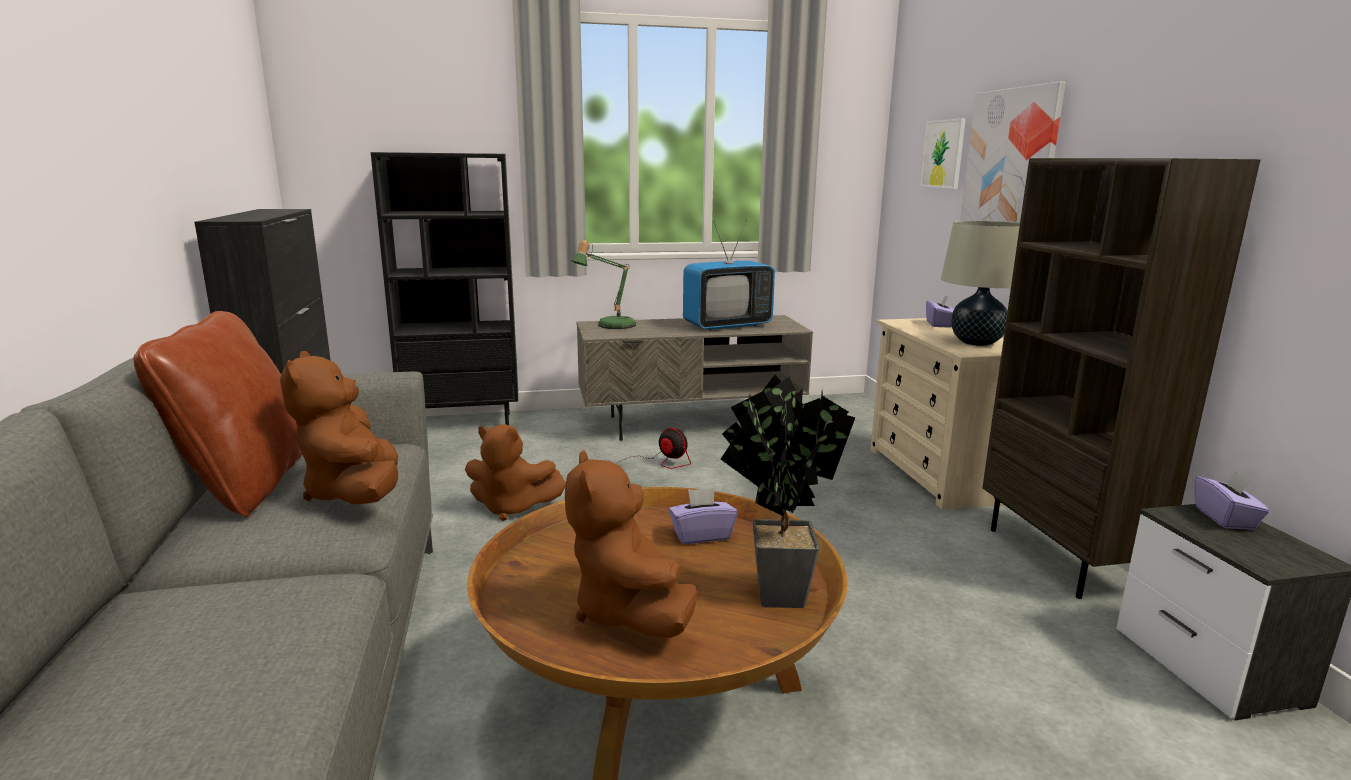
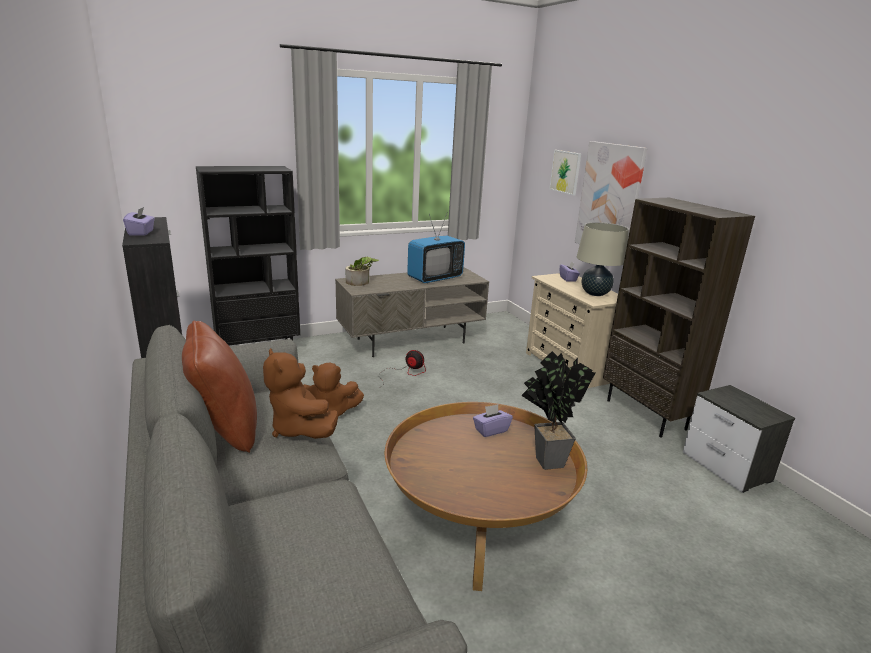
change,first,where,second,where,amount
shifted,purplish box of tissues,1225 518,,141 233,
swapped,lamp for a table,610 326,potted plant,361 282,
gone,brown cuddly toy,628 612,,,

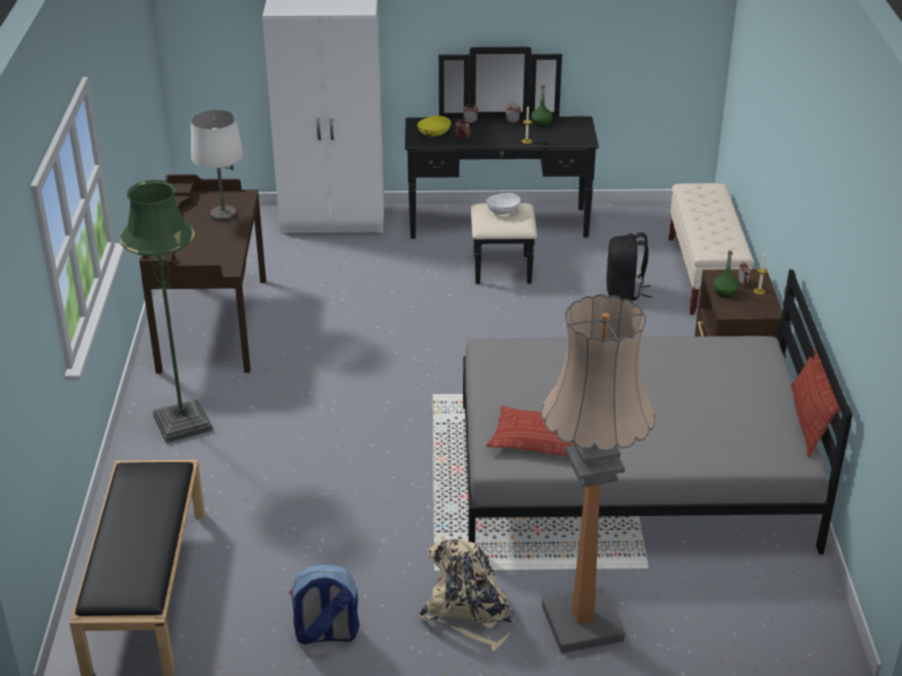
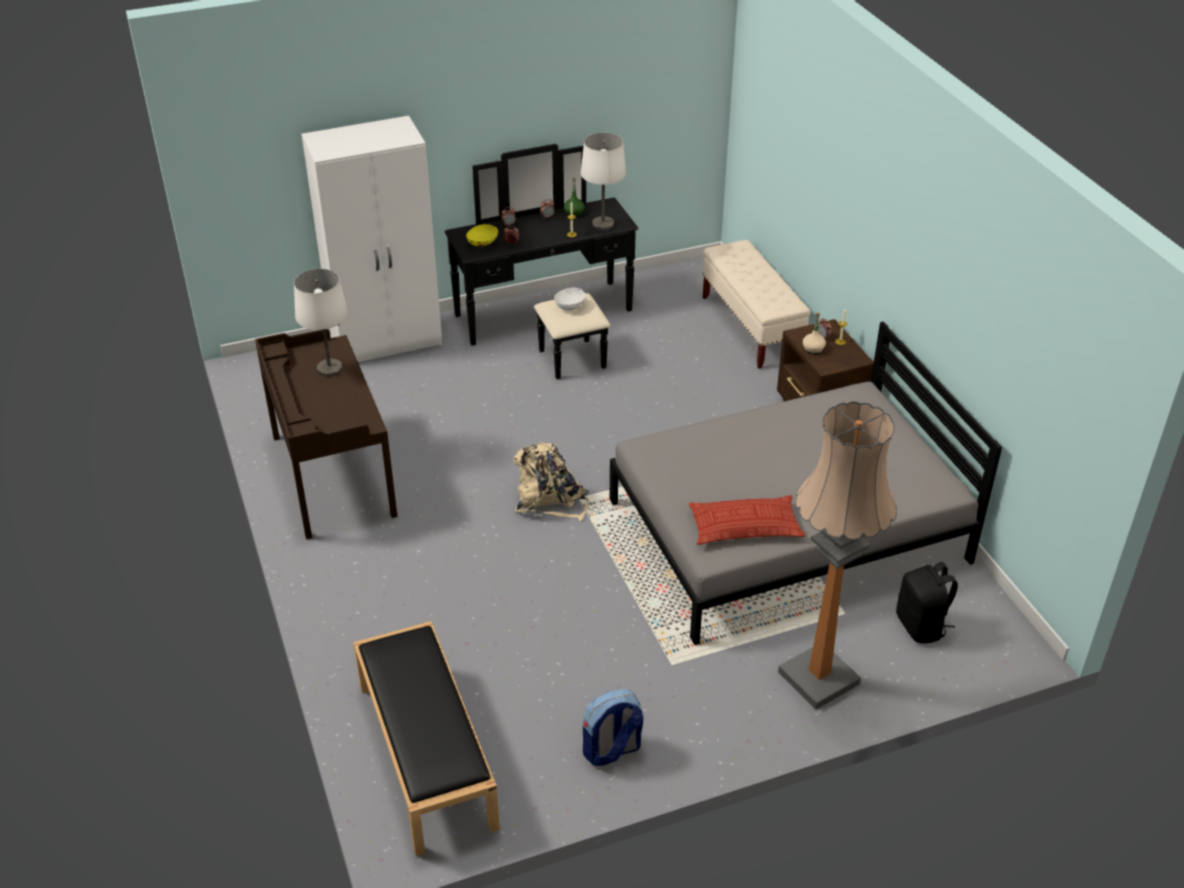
change,first,where,second,where,amount
shifted,beige rucksack,469 612,,550 500,
new,,,whitish lamp for a table,603 224,
repainted,greenish bottle,724 292,beige bottle,813 349,
shifted,blackish rucksack,625 293,,921 626,
gone,greenish floor lamp,183 423,,,
gone,pillow,808 421,,,

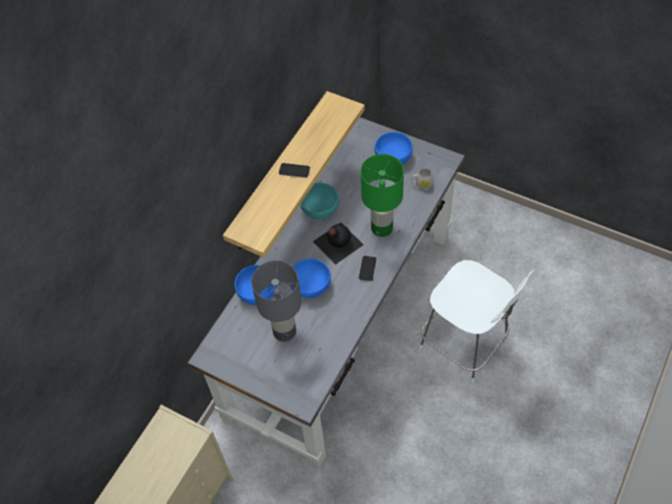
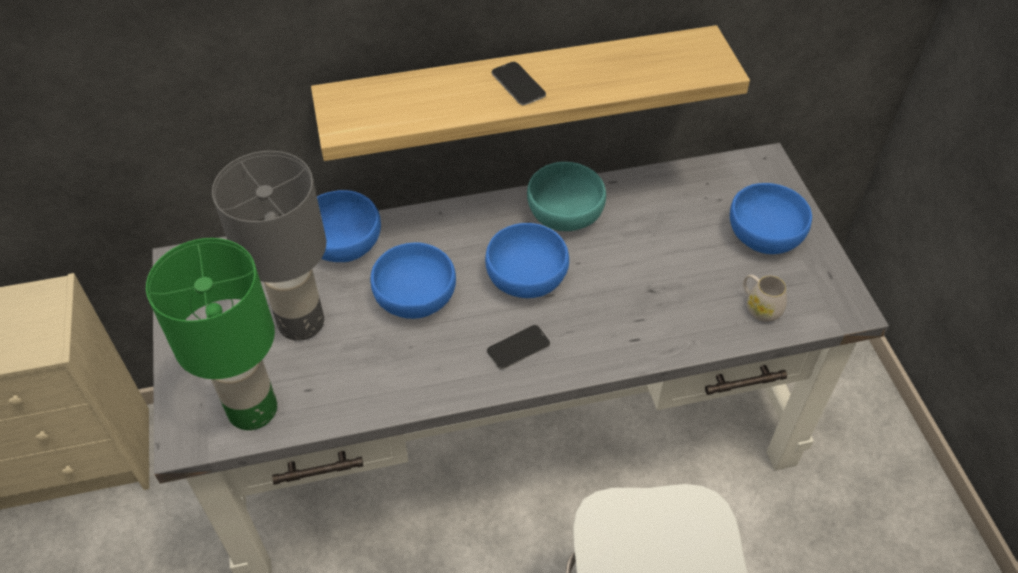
change,first,where,second,where,amount
shifted,greenish lamp for a table,382 229,,252 411,
swapped,blackish bottle,337 243,blue serving bowl,526 276,

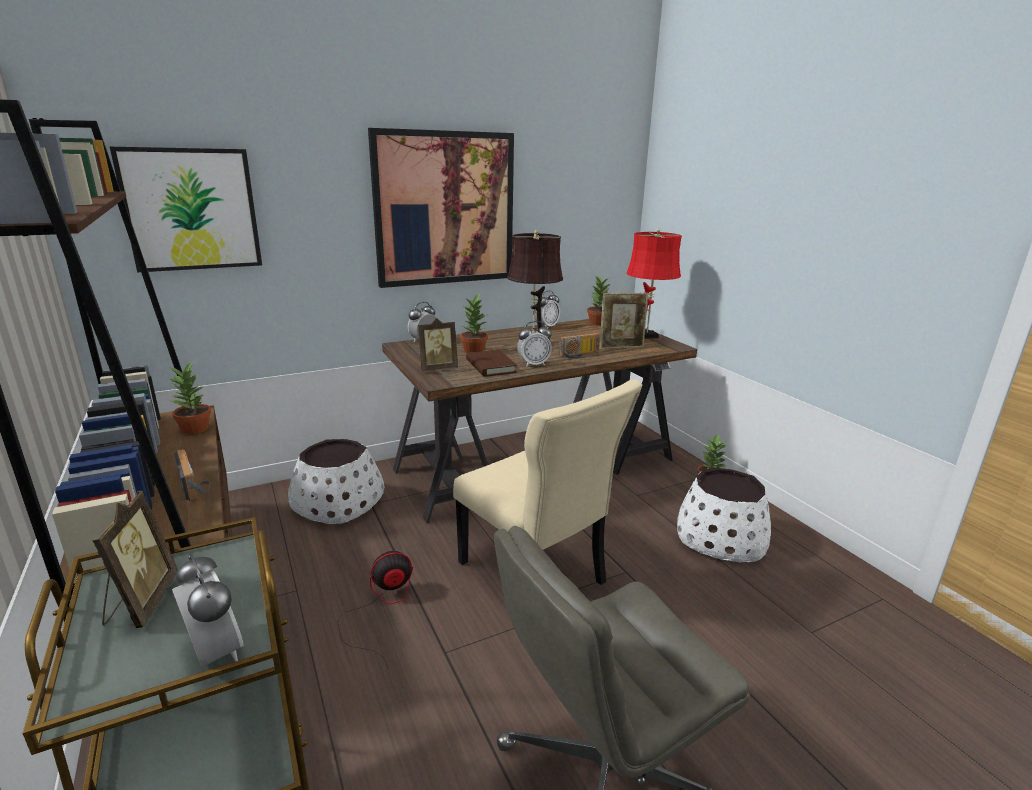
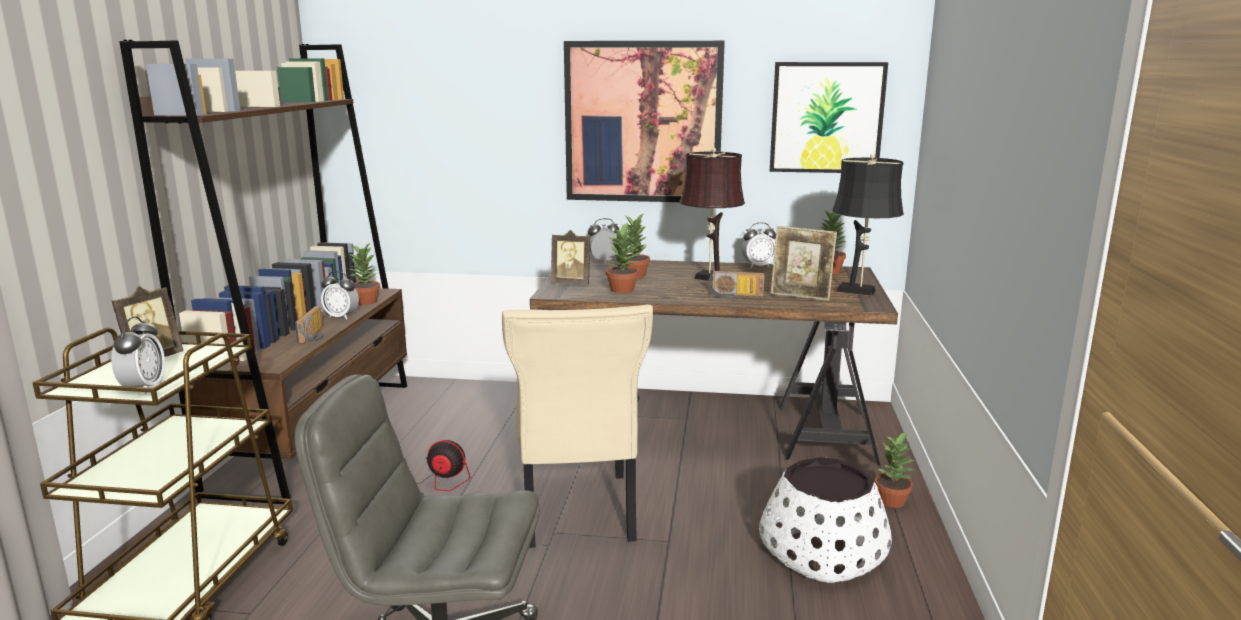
change,first,where,second,where,amount
shifted,table clock,533 364,,341 317,
swapped,brown bound book,490 366,potted plant,623 290,
shifted,wall art,191 209,,826 117,
repainted,reddish lamp for a table,646 336,blackish lamp for a table,860 291,
gone,whitish plant pot,338 504,,,

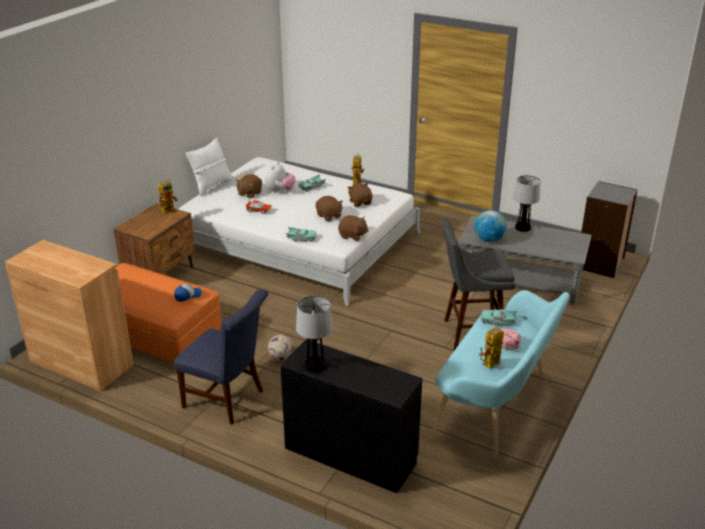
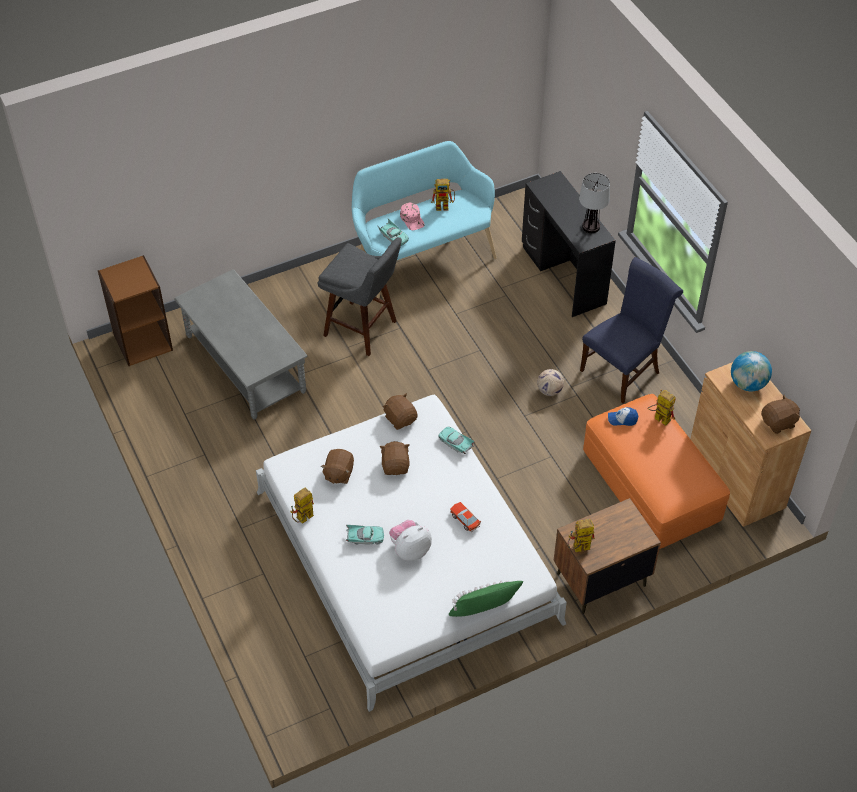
change,first,where,second,where,amount
repainted,gray bookcase,600 264,brown bookcase,143 342,
repainted,whitish pillow,211 186,greenish pillow,484 615,
rotated,blue plain chair,228 400,,623 369,75 degrees clockwise
new,,,model robot,658 418,
shifted,world globe,489 240,,748 384,
shifted,brown cuddly toy,249 193,,778 422,
gone,lamp for a table,522 227,,,

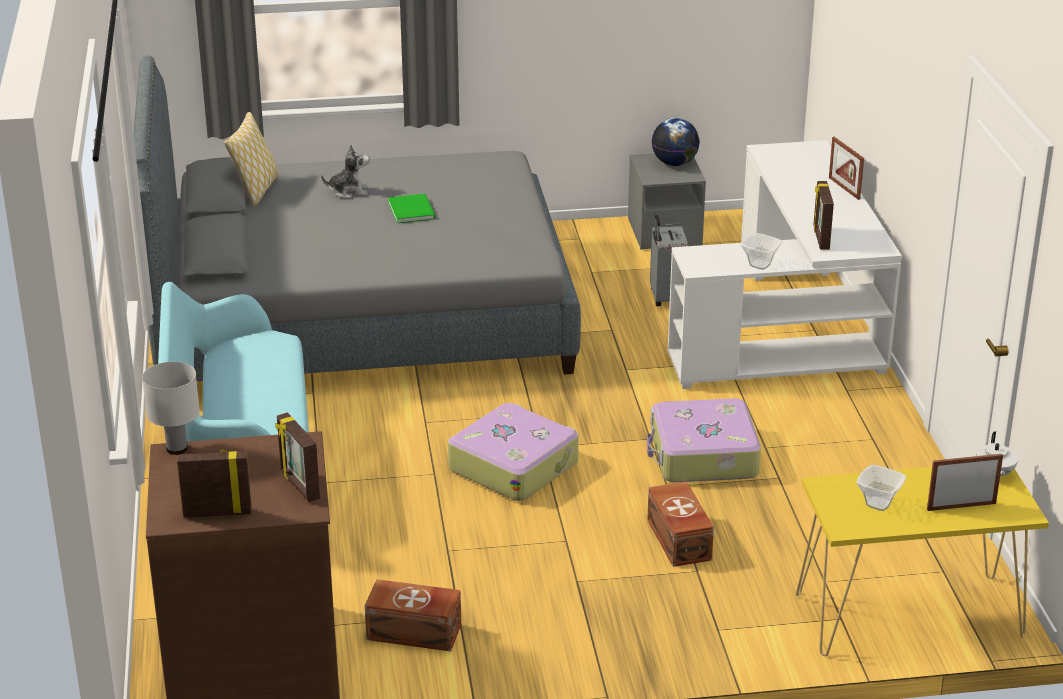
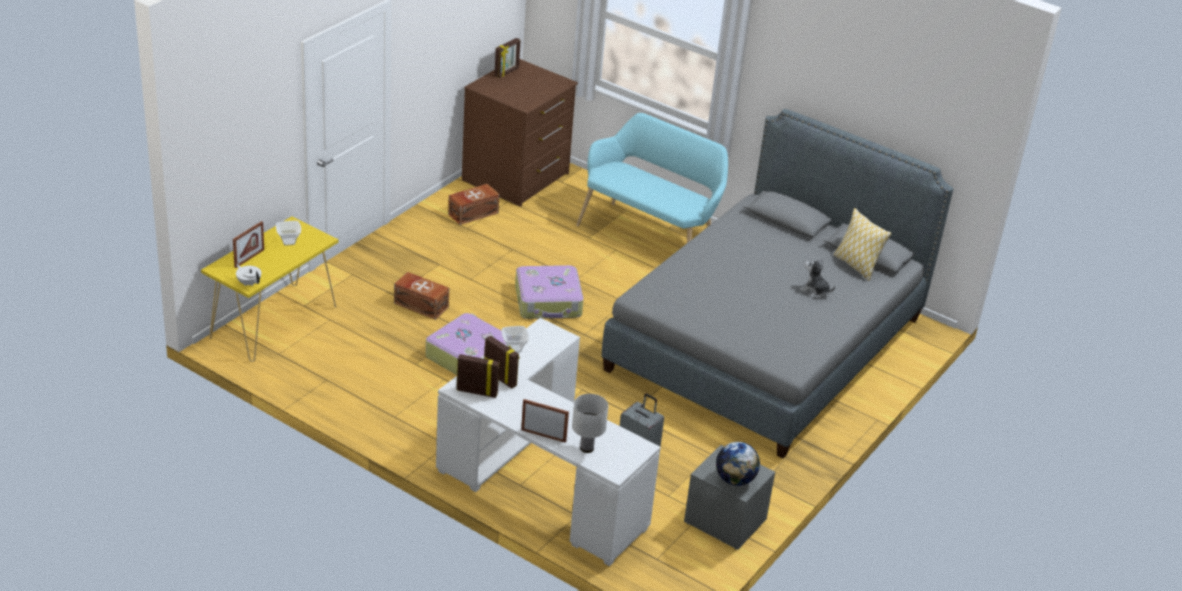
change,first,where,second,where,amount
shifted,standing frame,299 485,,477 392,
shifted,whitish lamp for a table,177 449,,586 448,
rotated,cuddly toy,348 191,,815 291,90 degrees clockwise
gone,greenish bound book,412 209,,,

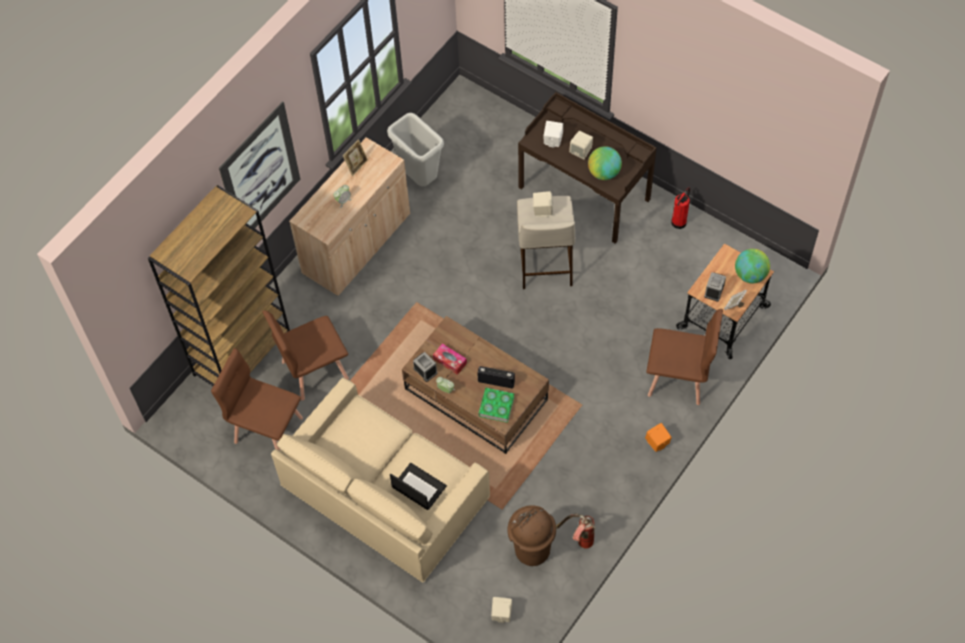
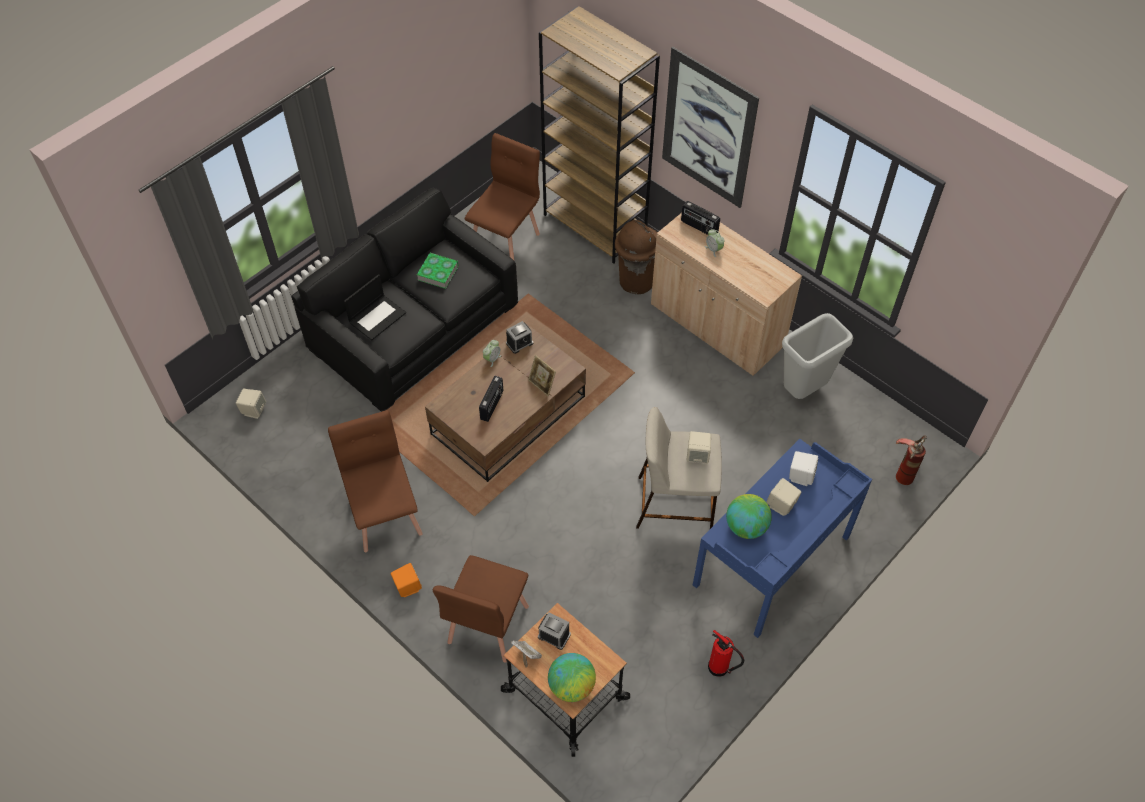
change,first,where,second,where,amount
repainted,beige couch,384 492,blackish couch,413 326,
shifted,brown plain chair,314 370,,386 516,
shifted,bound book,496 406,,438 273,
shifted,standing frame,356 165,,542 385,
shifted,brown trash can,531 550,,636 281,
new,,,radio set,699 227,
repainted,brown desk table,584 192,blue desk table,772 561,
shifted,fire-fighting cylinder,579 540,,904 471,
gone,box of tissues,450 361,,,

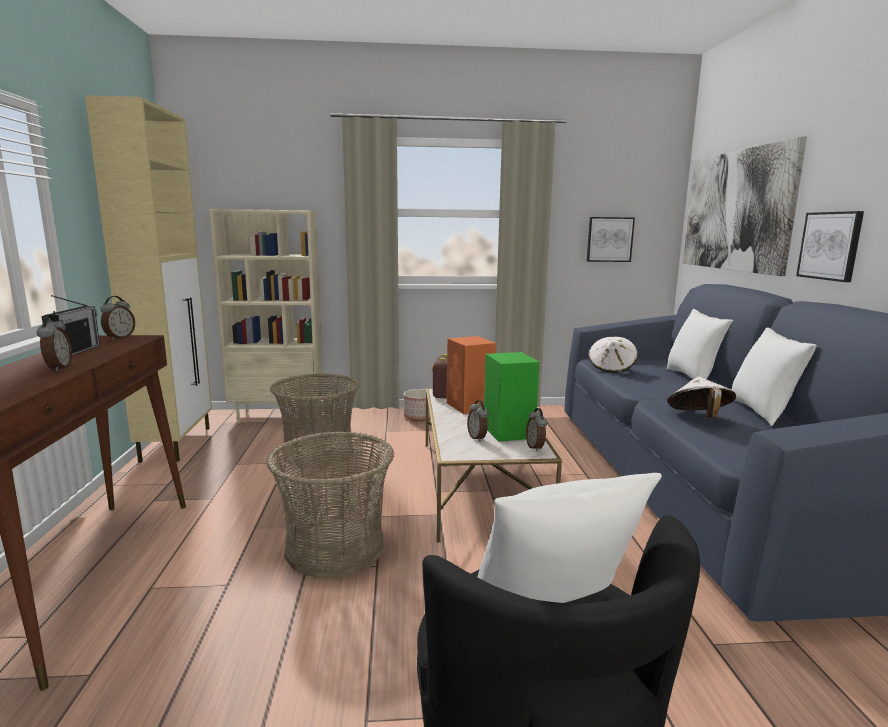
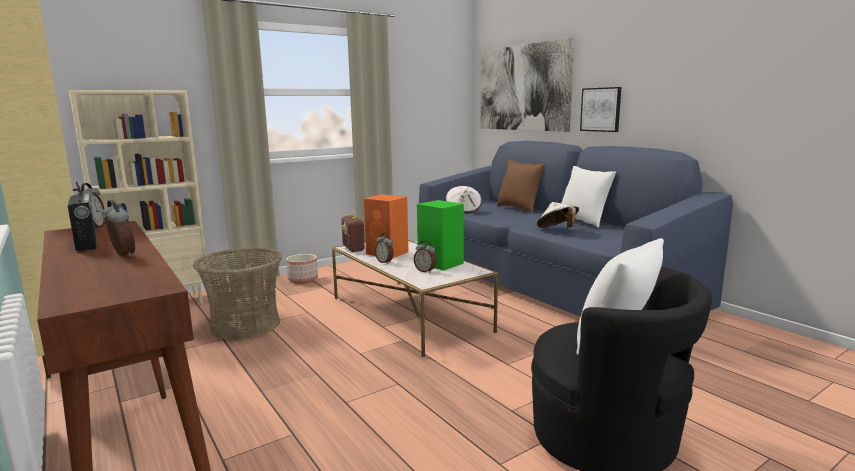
change,first,where,second,where,amount
shifted,table clock,535 447,,385 262,
repainted,whitish pillow,693 377,brown pillow,519 209,
gone,household basket,335 548,,,
gone,wall art,609 239,,,

